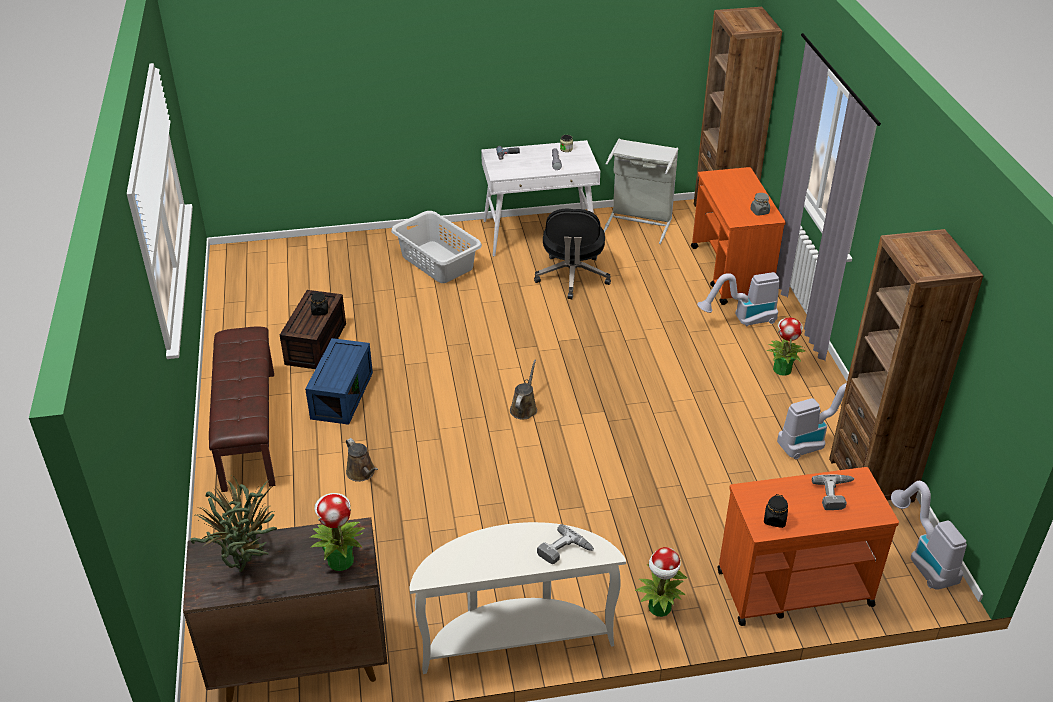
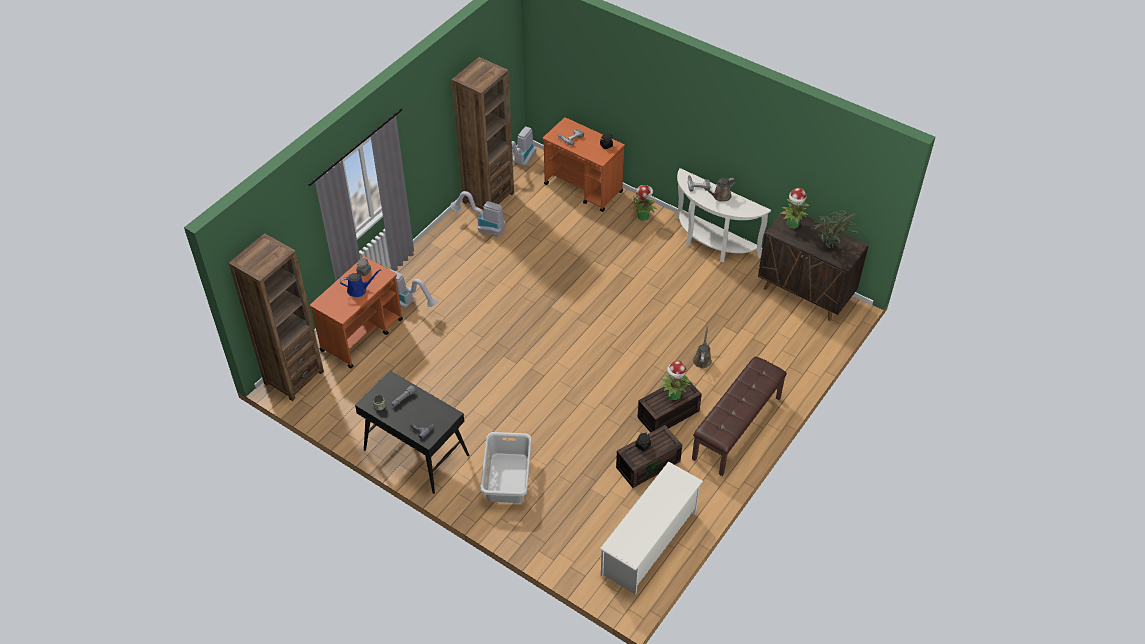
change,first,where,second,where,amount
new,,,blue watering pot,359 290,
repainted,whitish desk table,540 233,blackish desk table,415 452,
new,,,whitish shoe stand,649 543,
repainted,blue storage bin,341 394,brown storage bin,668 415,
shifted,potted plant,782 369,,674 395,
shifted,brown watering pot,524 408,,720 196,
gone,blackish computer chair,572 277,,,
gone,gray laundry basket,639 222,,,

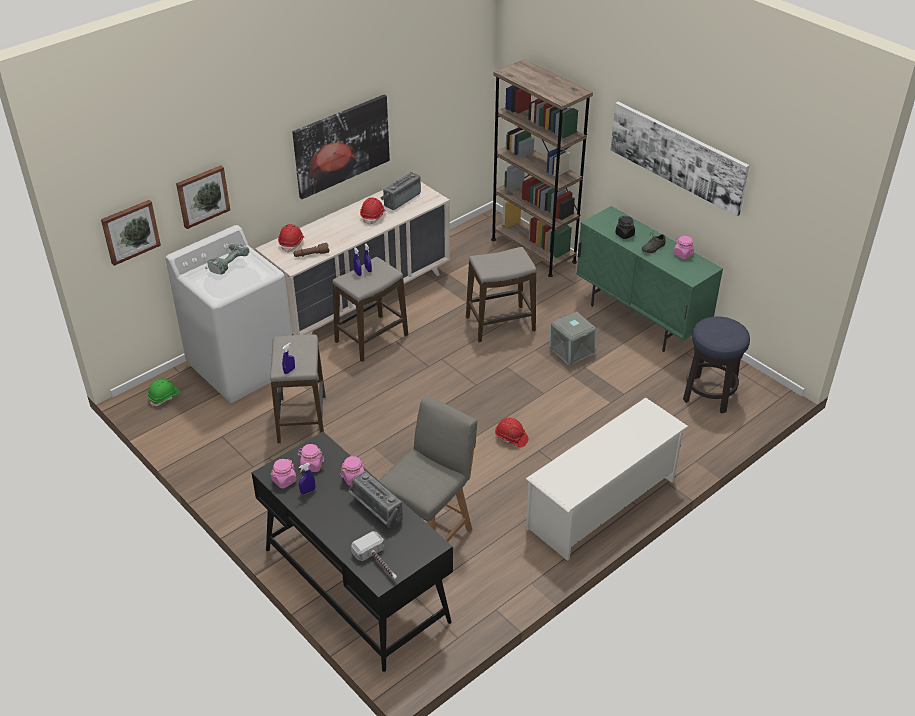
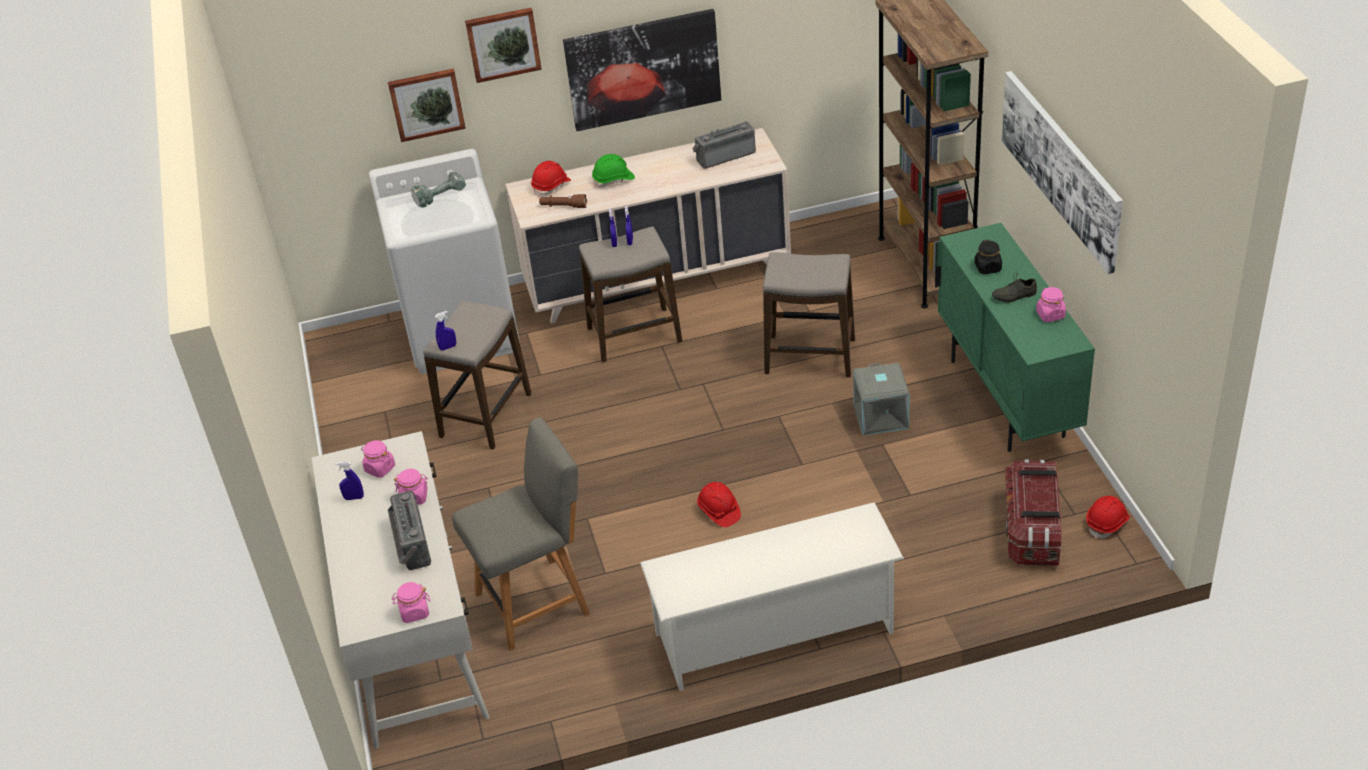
change,first,where,second,where,amount
repainted,blackish desk table,356 584,whitish desk table,413 634,
shifted,pink jar,284 480,,414 612,
shifted,wall art,130 231,,503 44,
shifted,greenish work helmet,164 397,,614 180,
swapped,stool seat,709 395,storage bin,1032 530,
shifted,reddish work helmet,373 216,,1107 523,
gone,hand hammer,379 564,,,

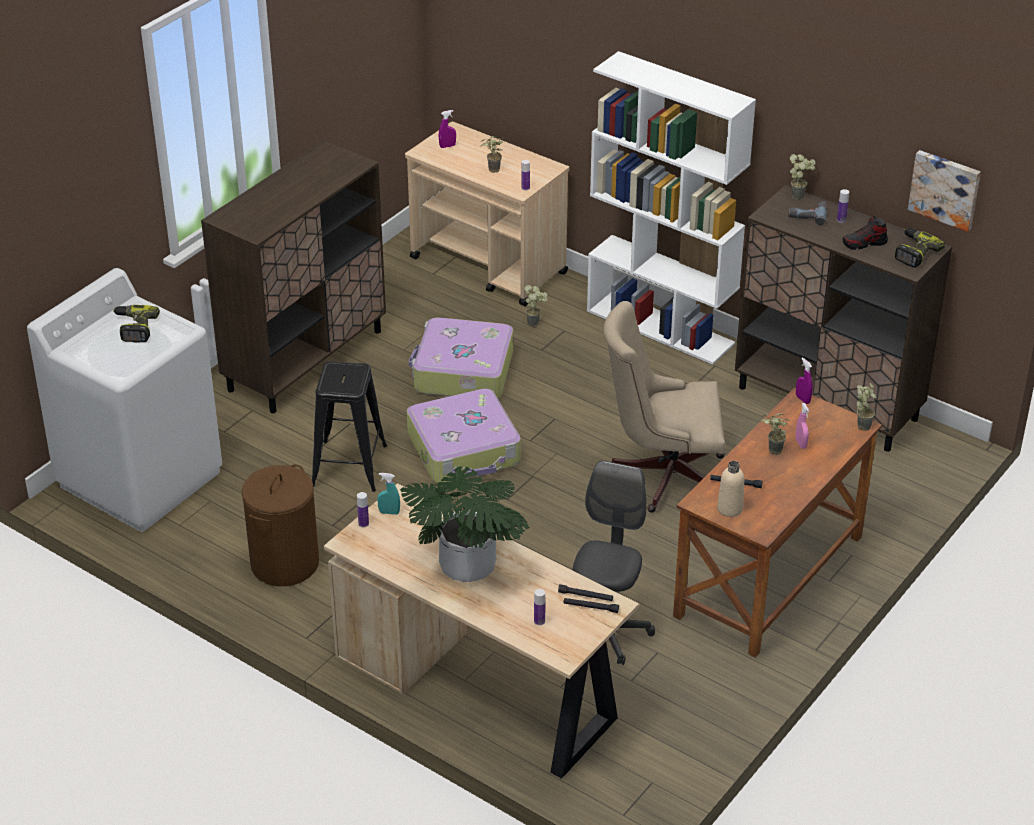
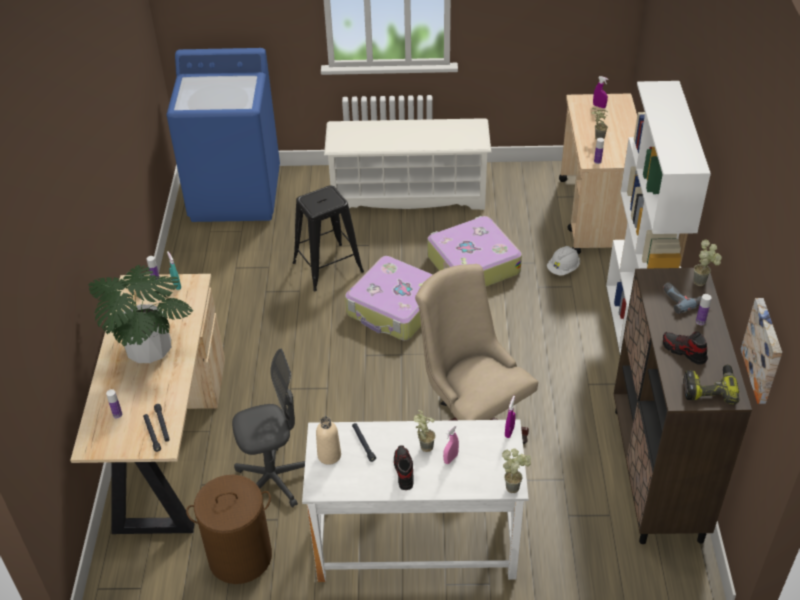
change,first,where,second,where,amount
repainted,whitish washing machine,141 478,blue washing machine,236 195,
shifted,brown laundry basket,285 563,,240 556,
repainted,brown desk table,770 577,whitish desk table,416 543,
swapped,brown cabinet,306 360,whitish shoe stand,409 194,
new,,,shoe,403 471,
swapped,potted plant,536 323,whitish work helmet,563 269,
gone,power drill,134 328,,,

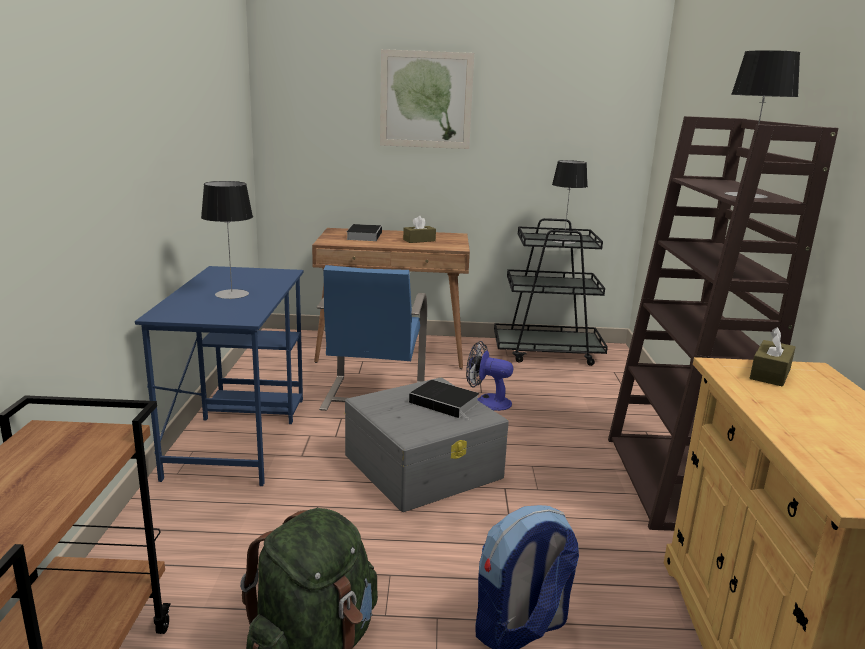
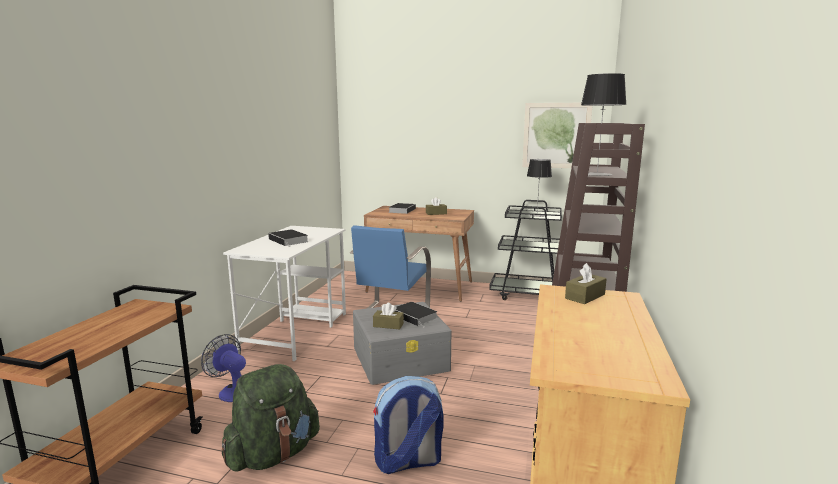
change,first,where,second,where,amount
shifted,fan,487 401,,232 391,
repainted,blue desk table,239 435,whitish desk table,296 331,
swapped,lamp for a table,232 294,bound book,289 240,
new,,,brown box of tissues,388 325,
shifted,wall art,426 100,,556 135,

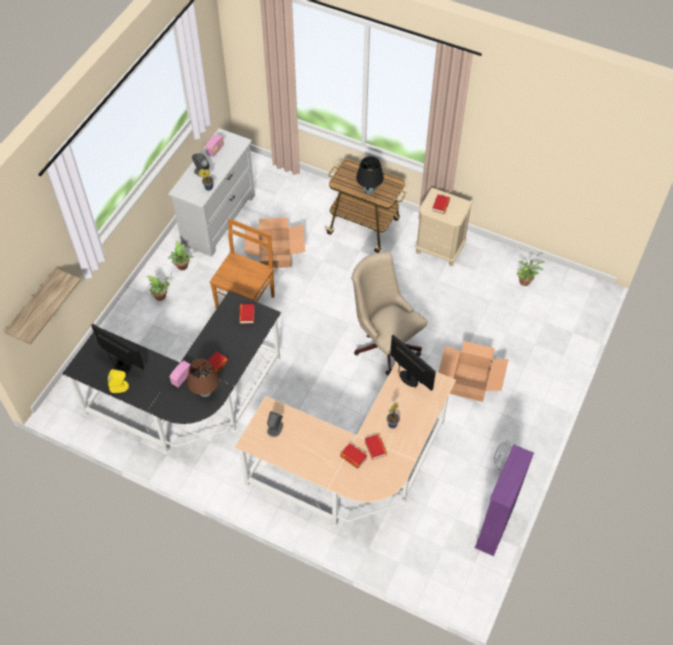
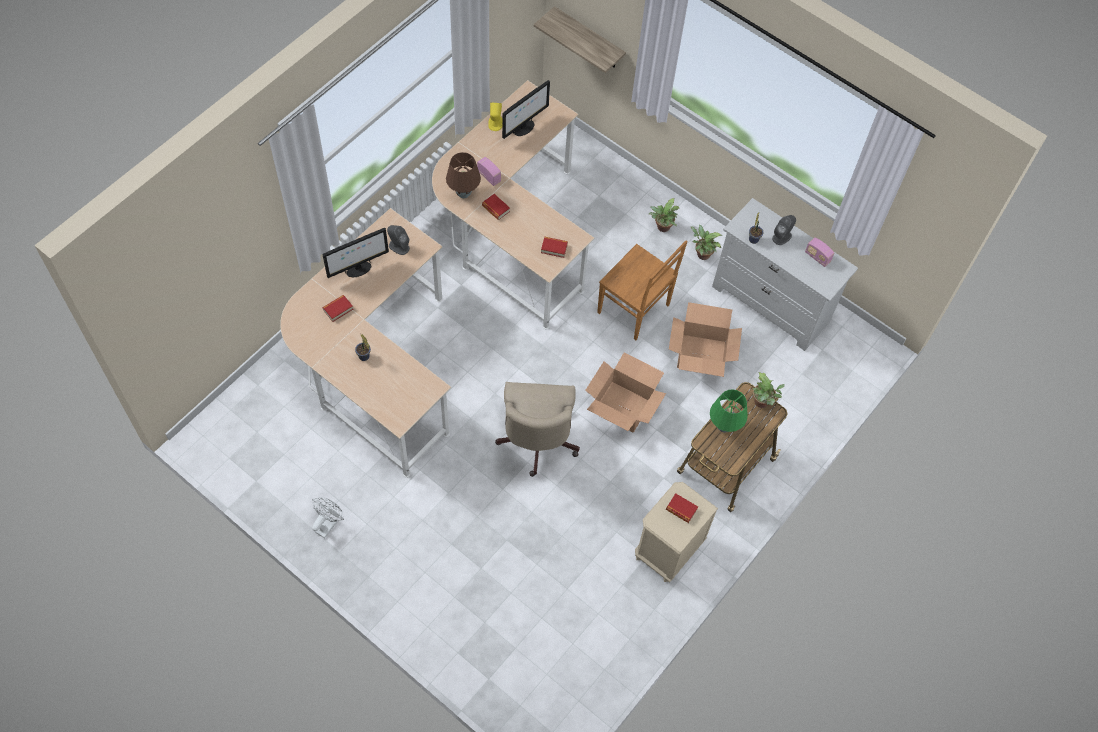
change,first,where,second,where,amount
shifted,monitor,409 378,,358 270,
repainted,blackish desk table,190 404,beige desk table,510 233,
rotated,beige computer chair,384 342,,536 443,120 degrees clockwise
shifted,cardboard box,469 382,,622 406,
repainted,blackish lamp for a table,369 191,greenish lamp for a table,724 427,
shifted,potted plant,525 281,,762 403,
gone,bound book,375 448,,,
gone,purplish bookcase,495 526,,,

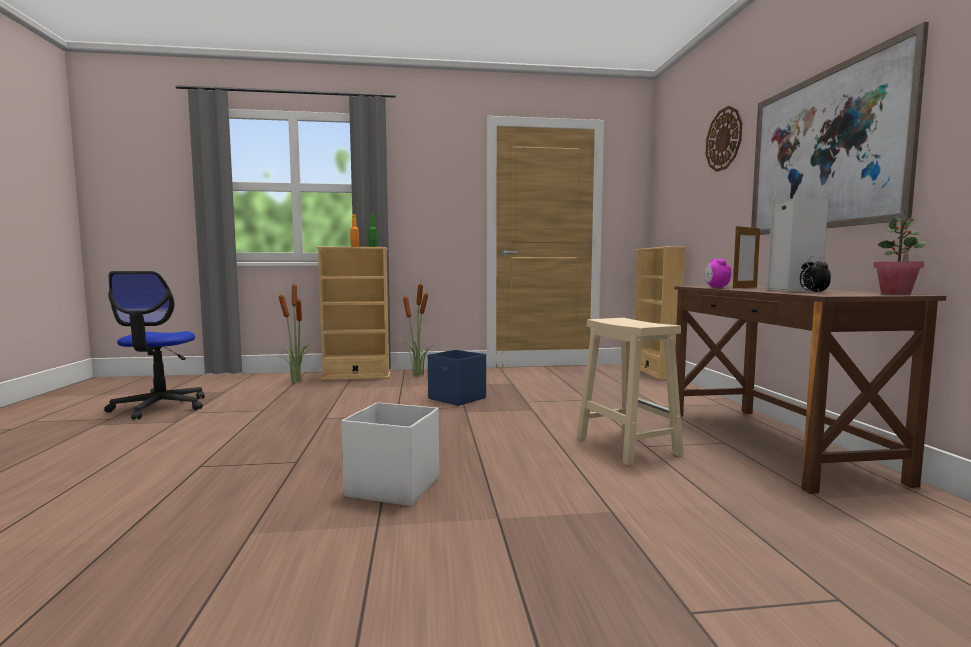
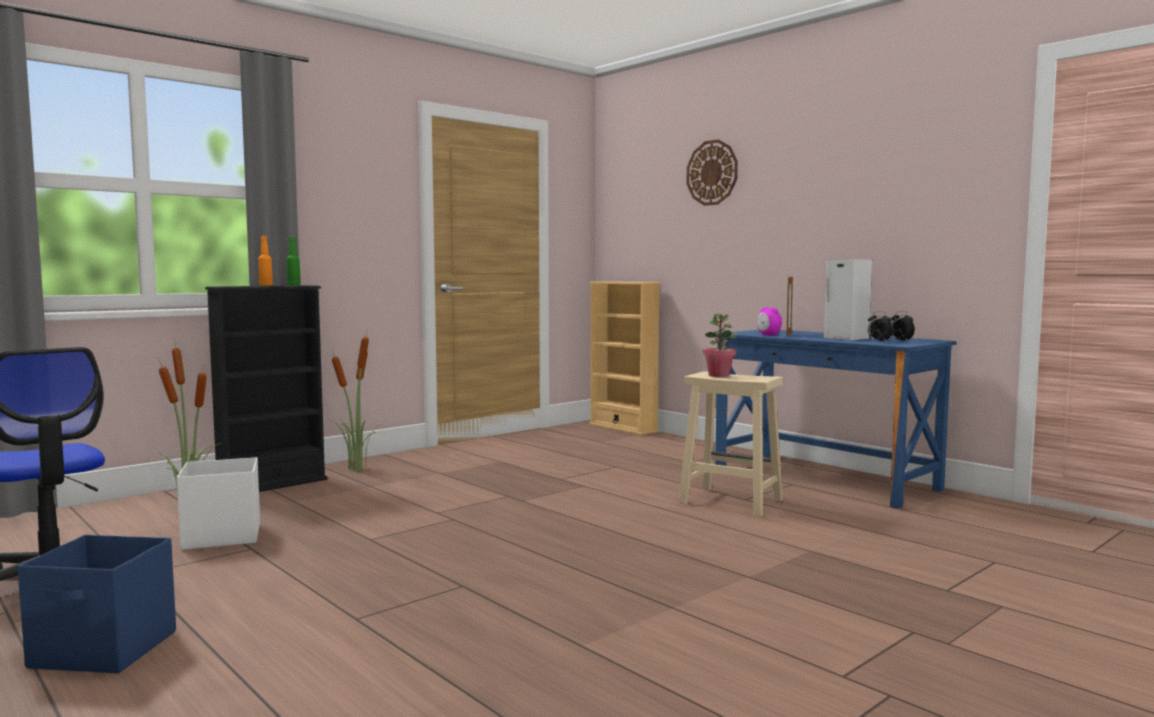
change,first,where,second,where,amount
shifted,blue storage bin,457 398,,105 650,
shifted,whitish storage bin,392 486,,221 536,
repainted,beige bookcase,356 377,blackish bookcase,272 485,
shifted,potted plant,896 293,,719 375,
repainted,brown desk table,772 444,blue desk table,824 478,
new,,,table clock,900 341,
gone,wall art,822 151,,,

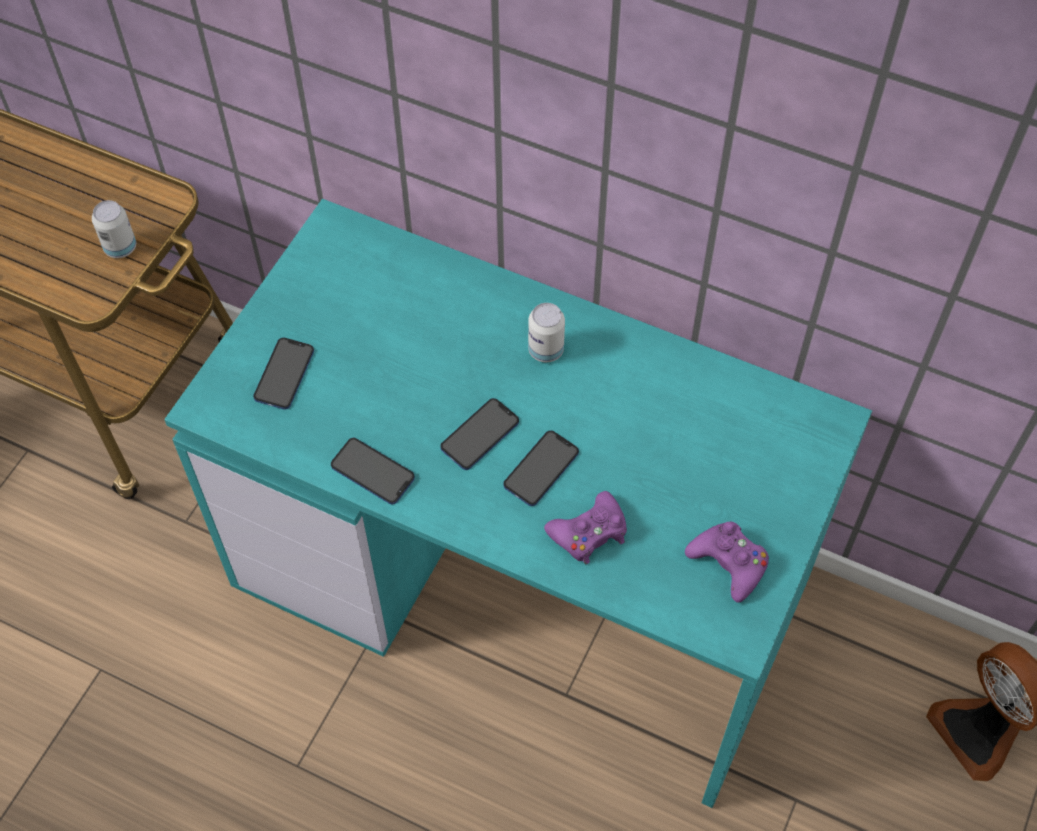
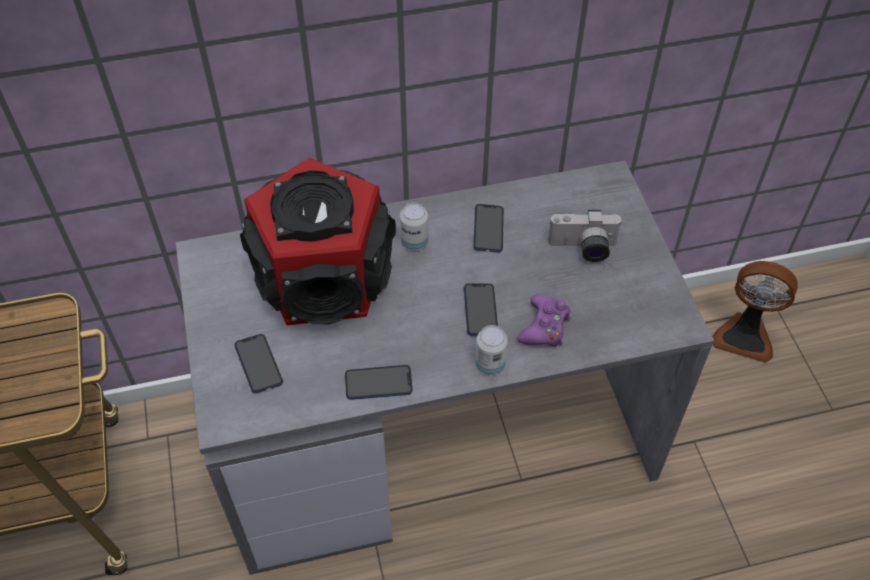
change,first,where,second,where,amount
repainted,blue-green desk table,525 580,gray desk table,437 432,
new,,,speaker,325 278,
shifted,handset,480 435,,488 229,
shifted,metal can,120 248,,490 364,
new,,,photo camera,583 249,
gone,purplish game controller,729 563,,,

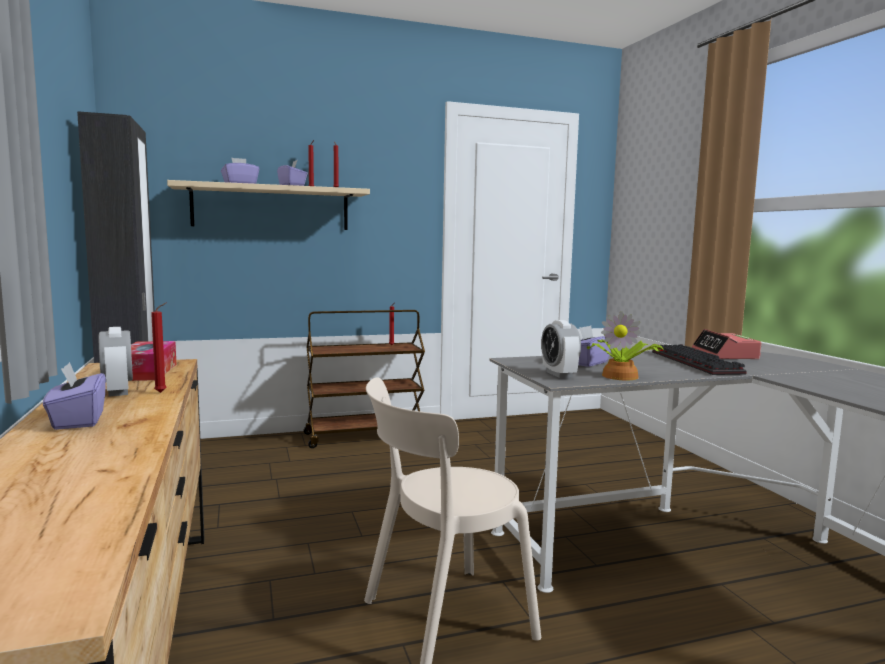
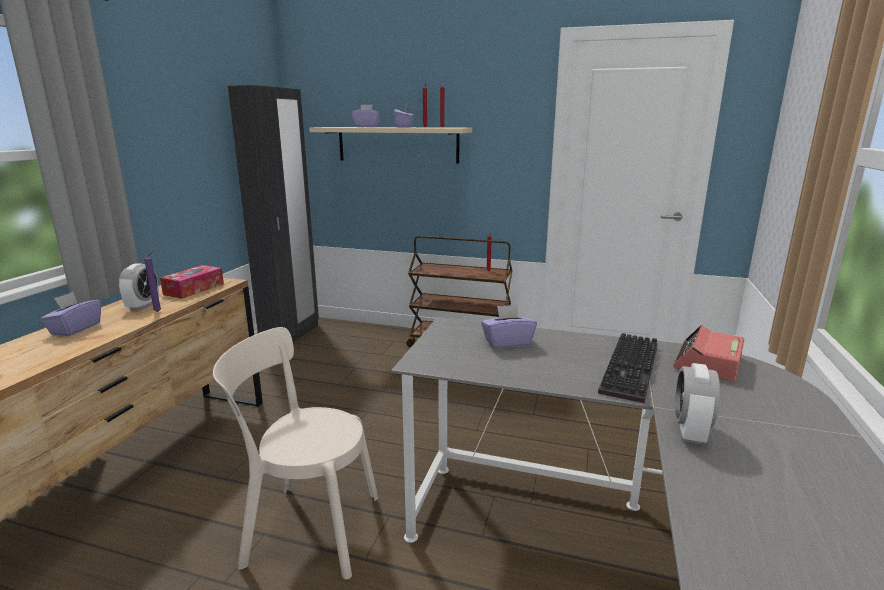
change,first,where,second,where,amount
repainted,reddish wax candle,162 392,purplish wax candle,158 312,
shifted,table clock,559 374,,690 432,
gone,potted plant,622 376,,,

